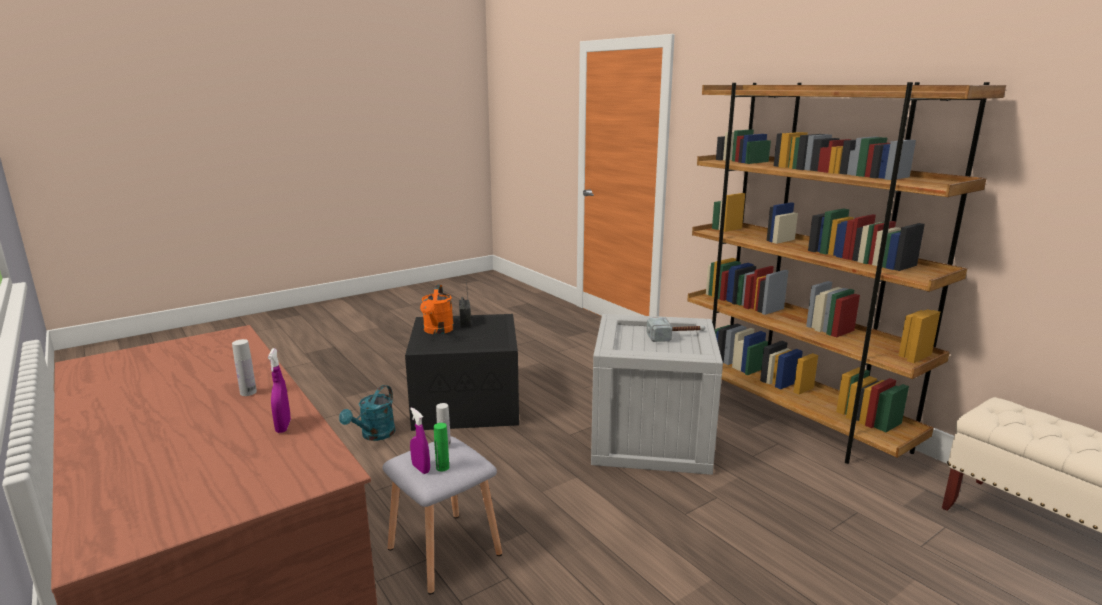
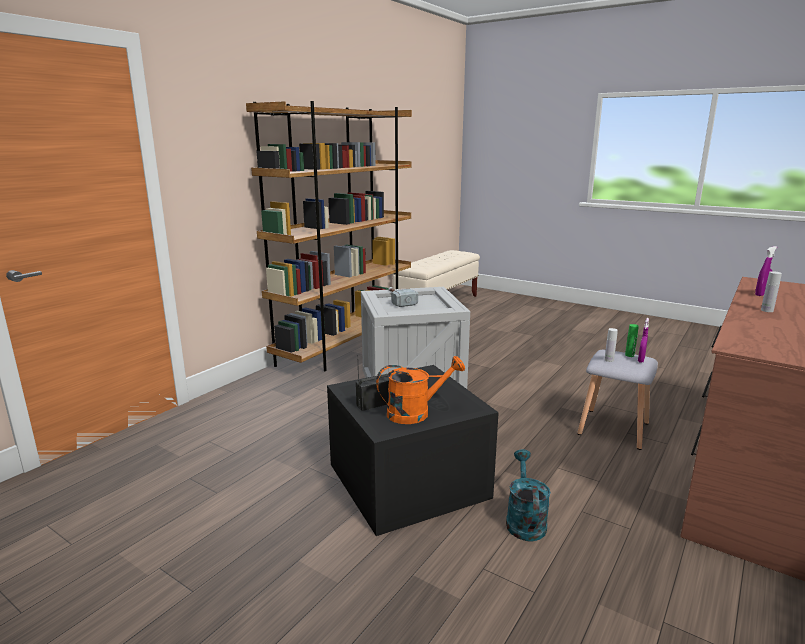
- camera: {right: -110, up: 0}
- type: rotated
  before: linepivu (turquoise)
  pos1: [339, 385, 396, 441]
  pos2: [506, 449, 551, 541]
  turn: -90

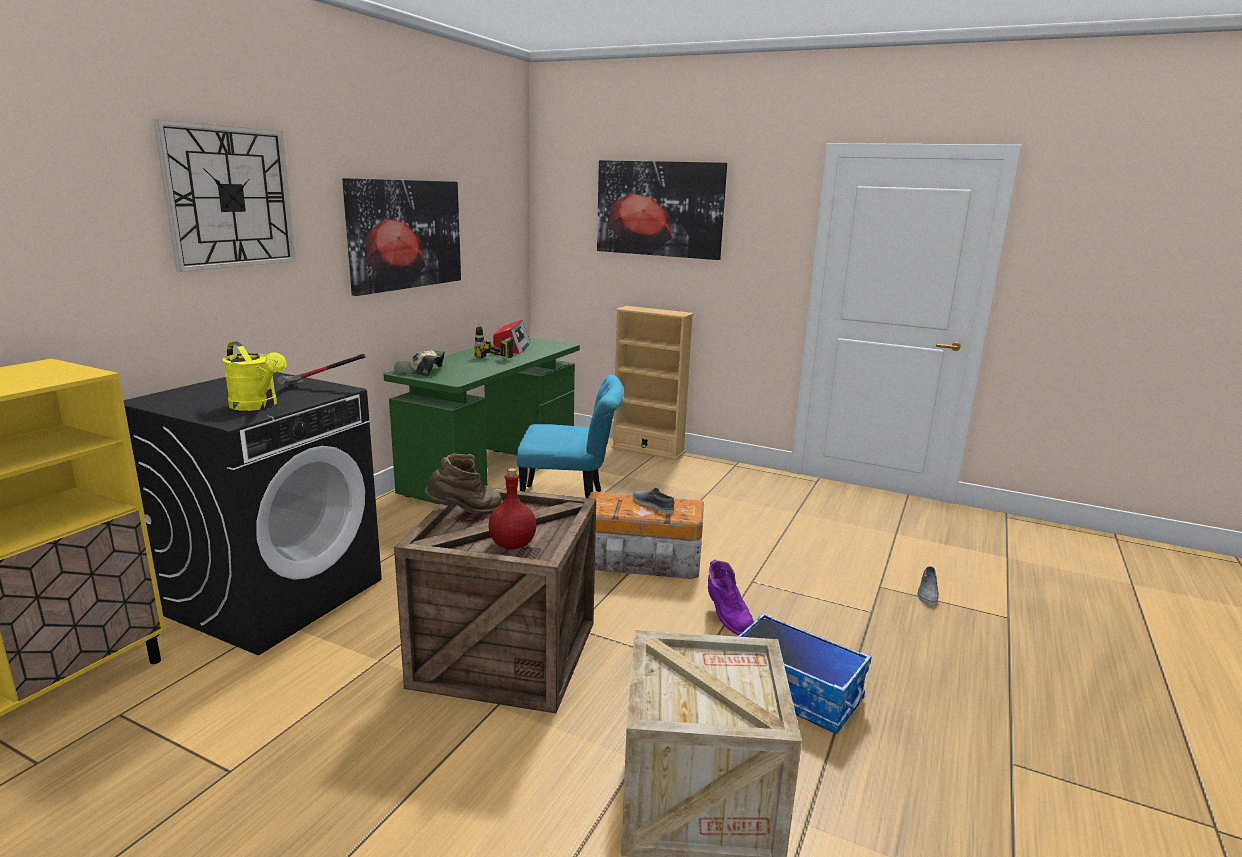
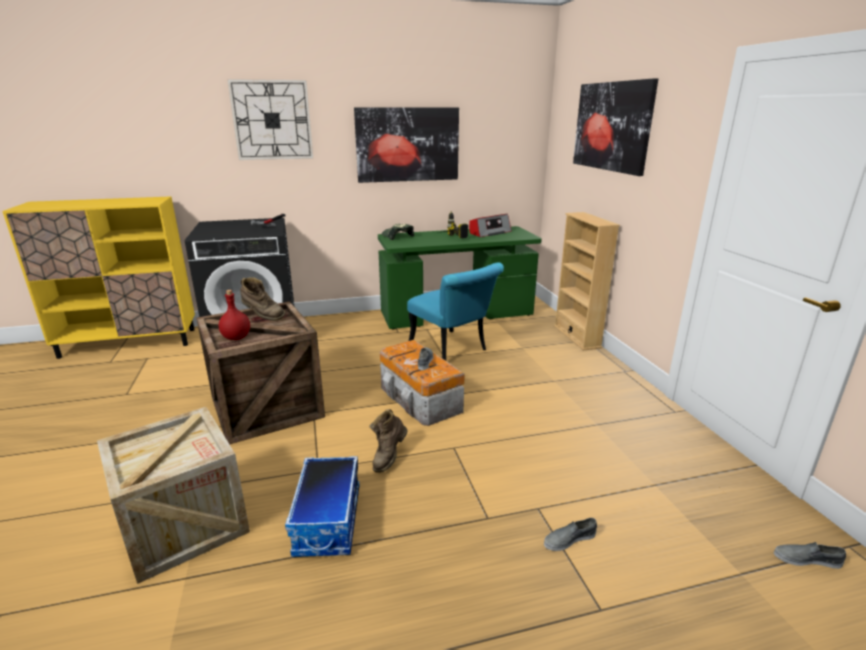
- camera: {right: 50, up: 5}
- type: gone
  before: linepivu (yellow)
  pos1: [223, 341, 287, 411]
- type: repainted
  before: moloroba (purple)
  after: moloroba (brown)
  pos1: [708, 559, 754, 635]
  pos2: [369, 409, 408, 473]
- type: new
  after: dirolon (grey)
  pos2: [774, 542, 846, 569]

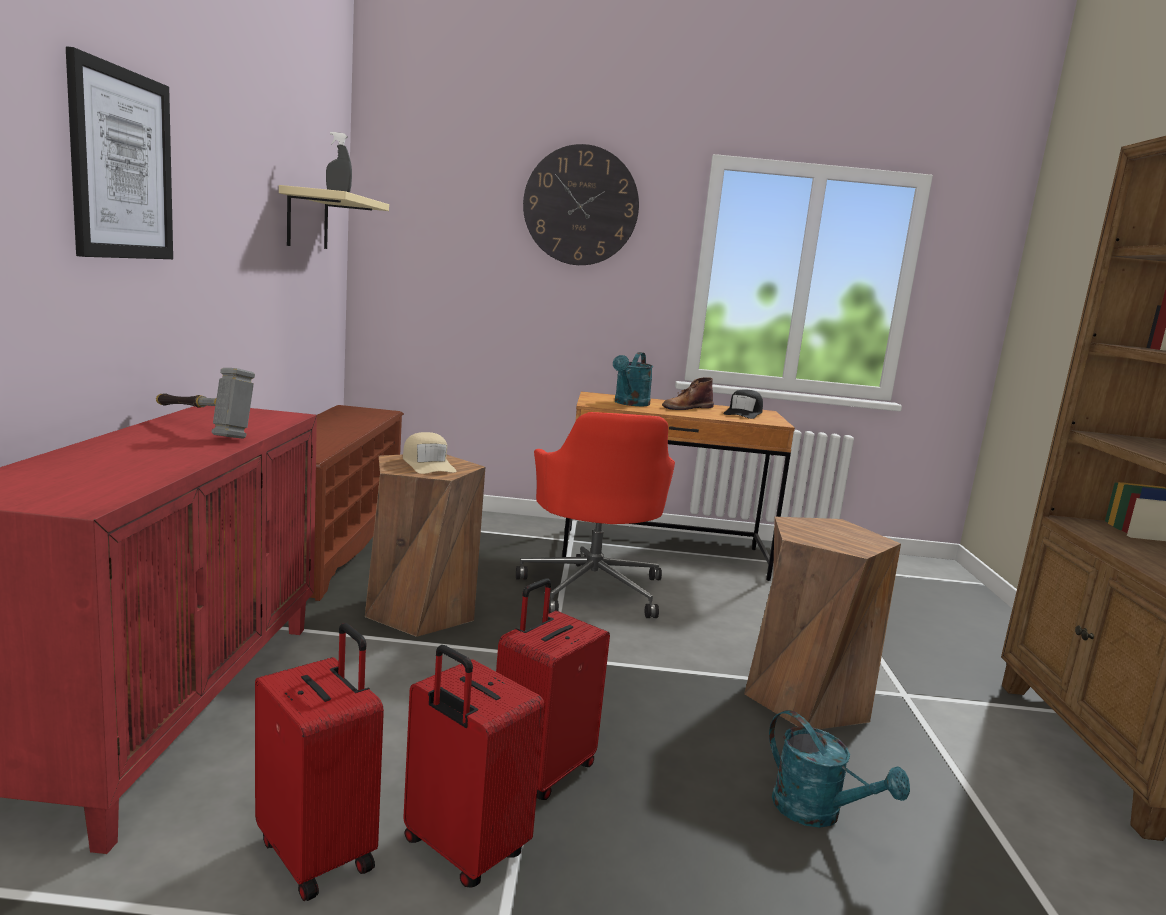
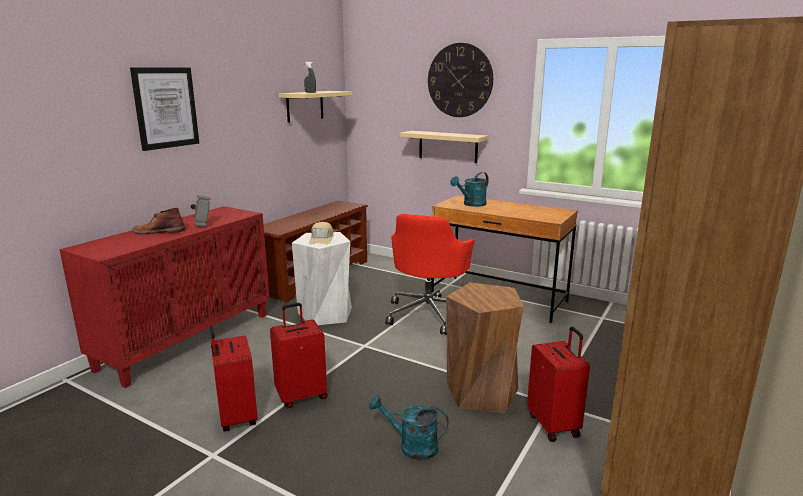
- camera: {right: 30, up: 5}
- type: shifted
  before: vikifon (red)
  pos1: [255, 623, 384, 901]
  pos2: [527, 326, 590, 442]
- type: repainted
  before: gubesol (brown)
  after: gubesol (white)
  pos1: [365, 454, 485, 637]
  pos2: [292, 232, 352, 325]
- type: shifted
  before: moloroba (brown)
  pos1: [662, 377, 714, 410]
  pos2: [132, 208, 185, 234]
- type: gone
  before: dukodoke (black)
  pos1: [724, 390, 763, 419]
- type: rotated
  before: linepivu (turquoise)
  pos1: [769, 710, 910, 828]
  pos2: [369, 395, 449, 460]
  turn: 120
- type: new
  after: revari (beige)
  pos2: [400, 131, 488, 163]

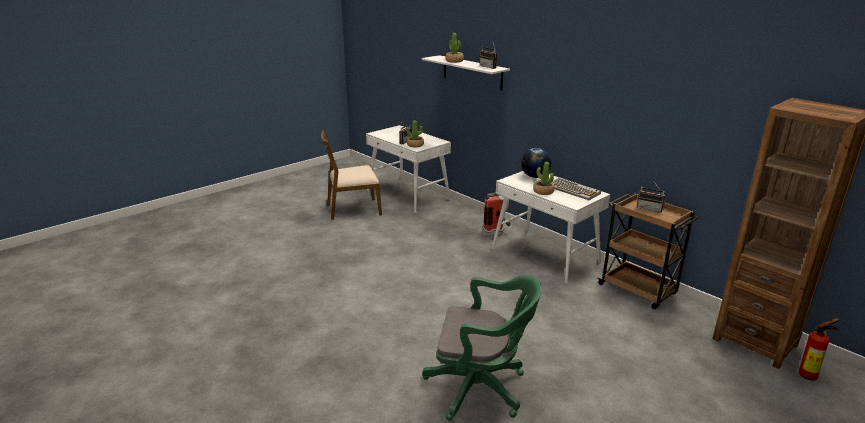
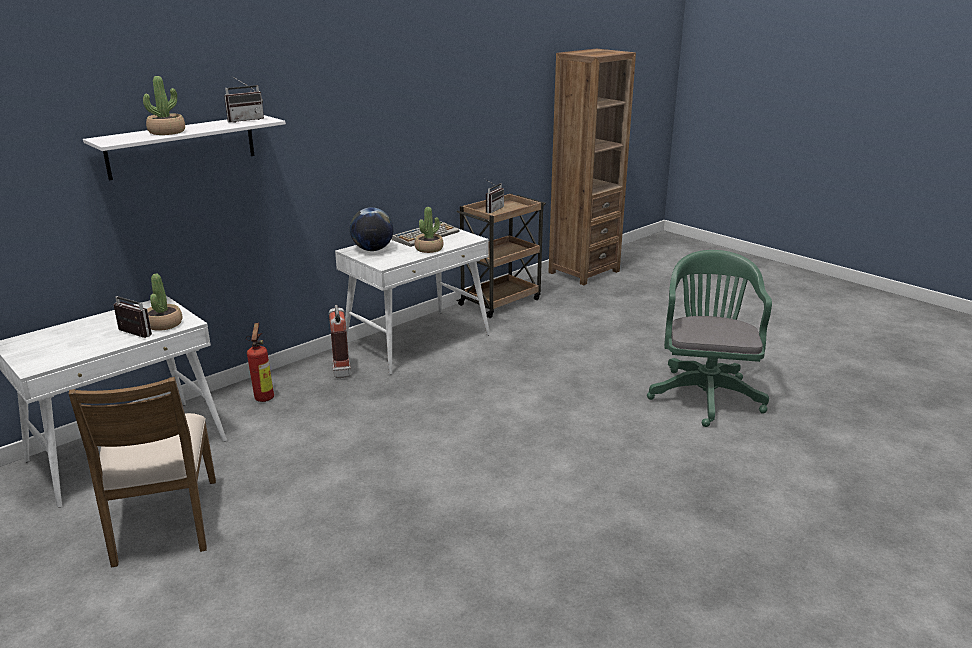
- camera: {right: -90, up: 0}
- type: shifted
  before: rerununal
  pos1: [799, 318, 840, 380]
  pos2: [247, 323, 274, 402]

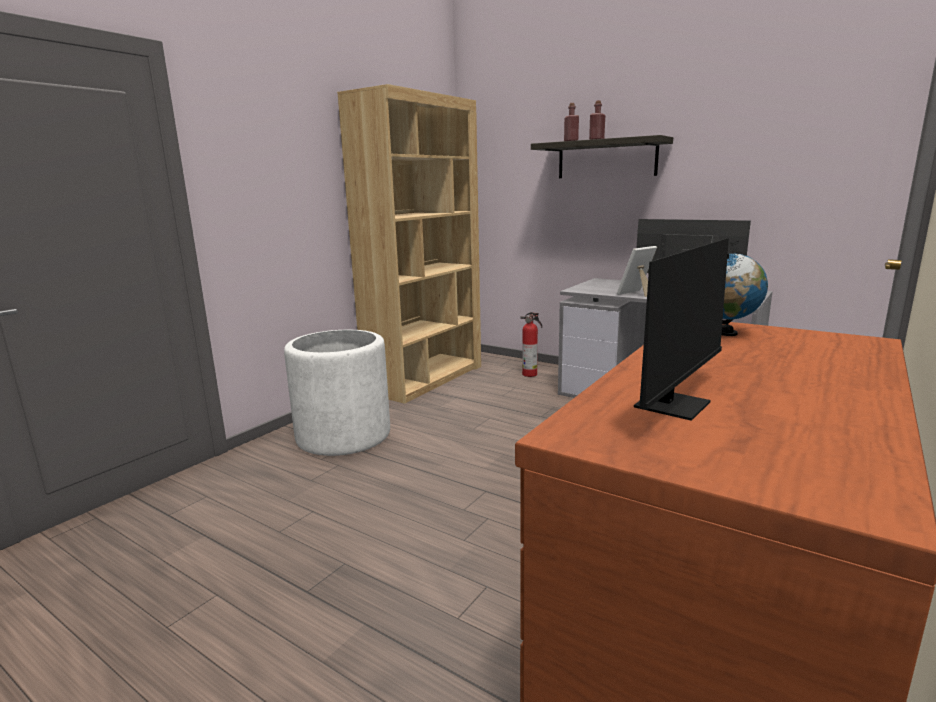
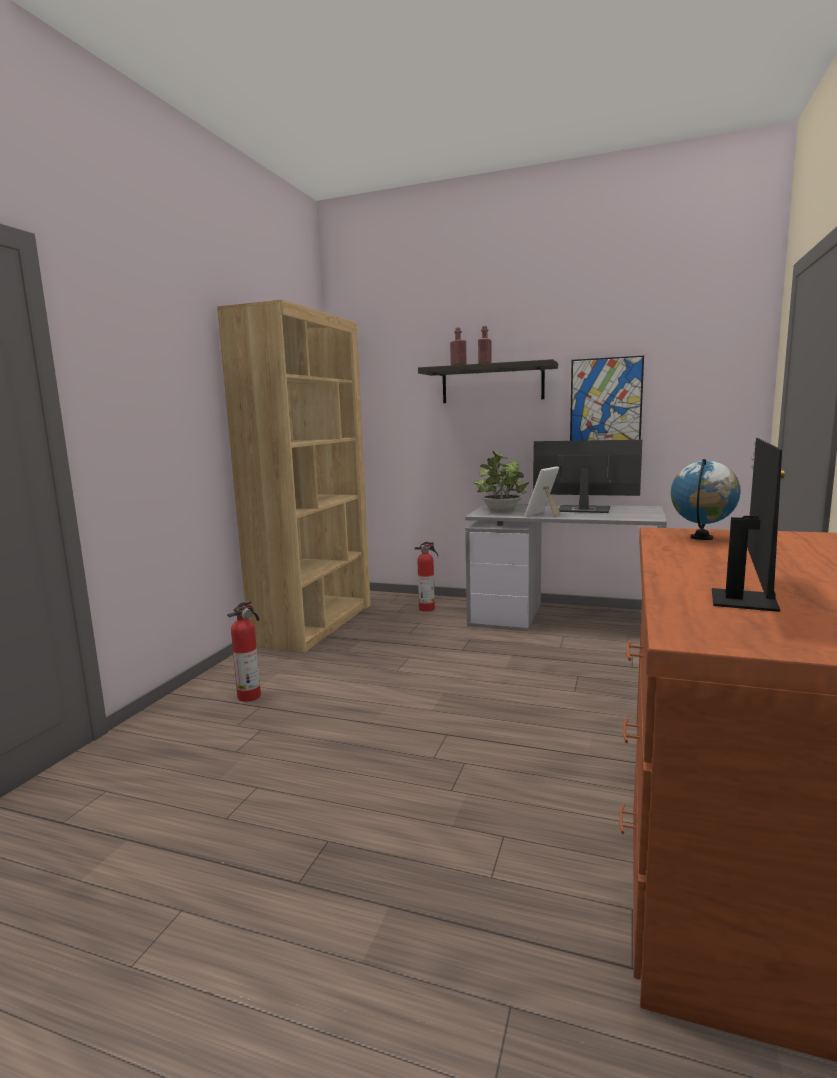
- camera: {right: -15, up: -5}
- type: swapped
  before: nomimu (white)
  after: rerununal
  pos1: [284, 330, 390, 456]
  pos2: [227, 600, 261, 702]
- type: new
  after: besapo
  pos2: [474, 450, 529, 513]
- type: new
  after: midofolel
  pos2: [570, 356, 644, 441]

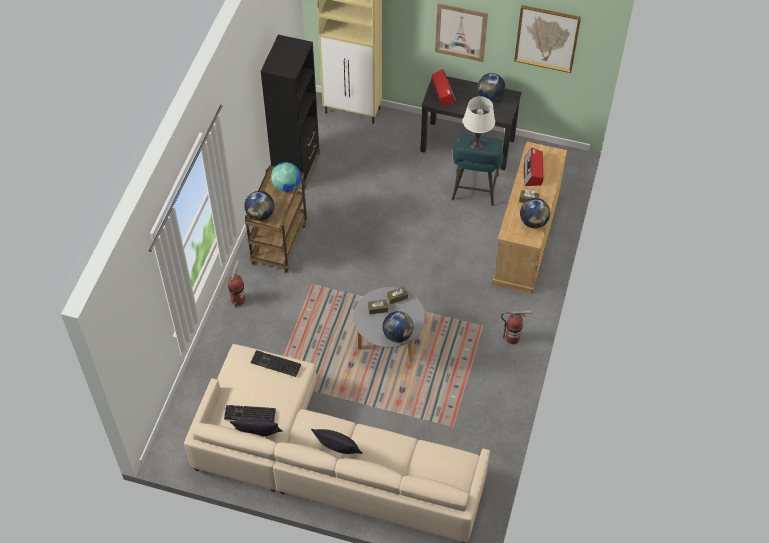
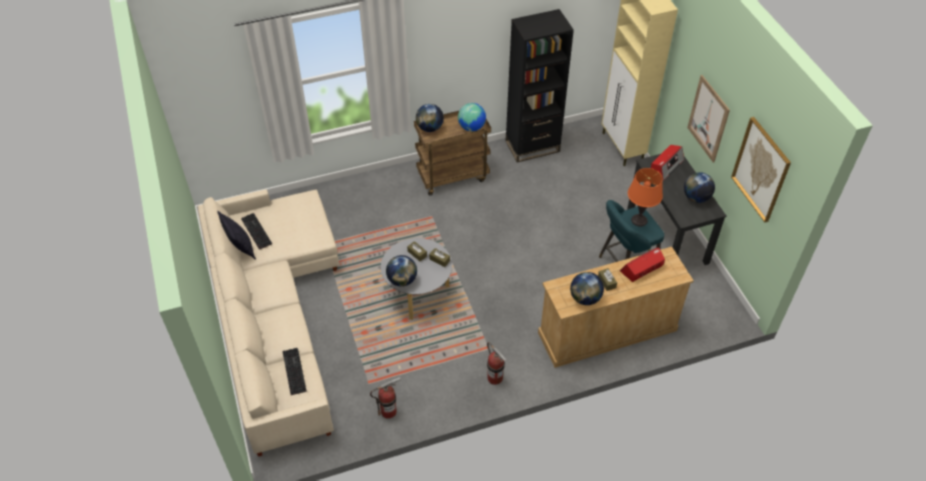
- camera: {right: 55, up: -5}
- type: shifted
  before: rerununal
  pos1: [228, 260, 245, 307]
  pos2: [370, 377, 401, 419]
- type: shifted
  before: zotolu
  pos1: [251, 350, 301, 377]
  pos2: [283, 348, 307, 395]
- type: gone
  before: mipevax
  pos1: [311, 429, 362, 454]
- type: repainted
  before: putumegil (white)
  after: putumegil (orange)
  pos1: [463, 96, 495, 150]
  pos2: [628, 168, 663, 227]

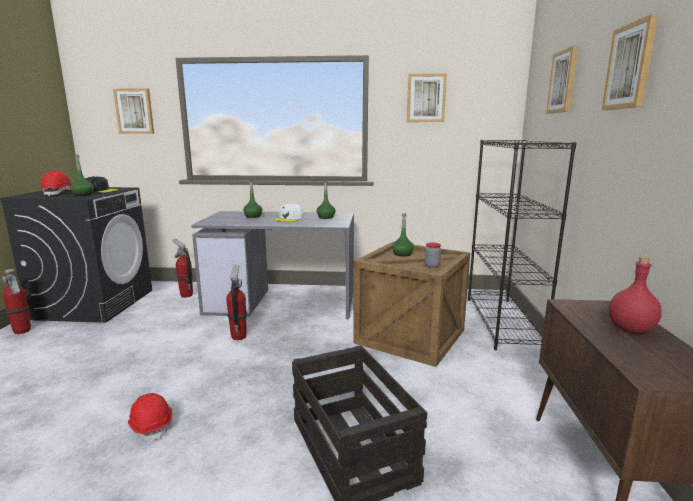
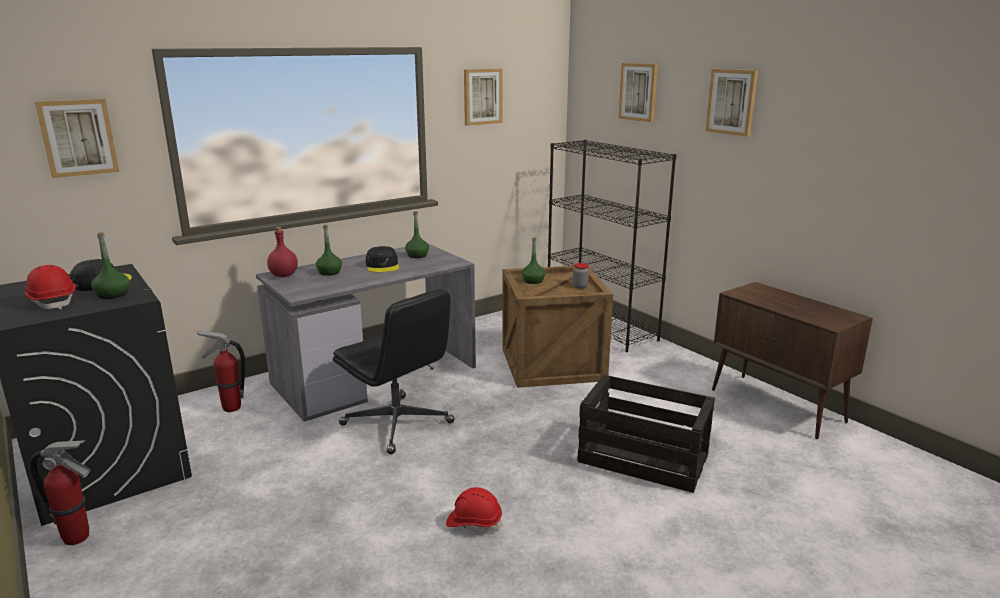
- camera: {right: -40, up: 5}
- type: swapped
  before: rerununal
  after: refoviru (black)
  pos1: [226, 265, 247, 340]
  pos2: [333, 289, 455, 454]
- type: repainted
  before: dukodoke (white)
  after: dukodoke (black)
  pos1: [275, 204, 304, 222]
  pos2: [366, 246, 399, 273]
- type: shifted
  before: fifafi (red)
  pos1: [609, 256, 662, 333]
  pos2: [267, 227, 298, 277]

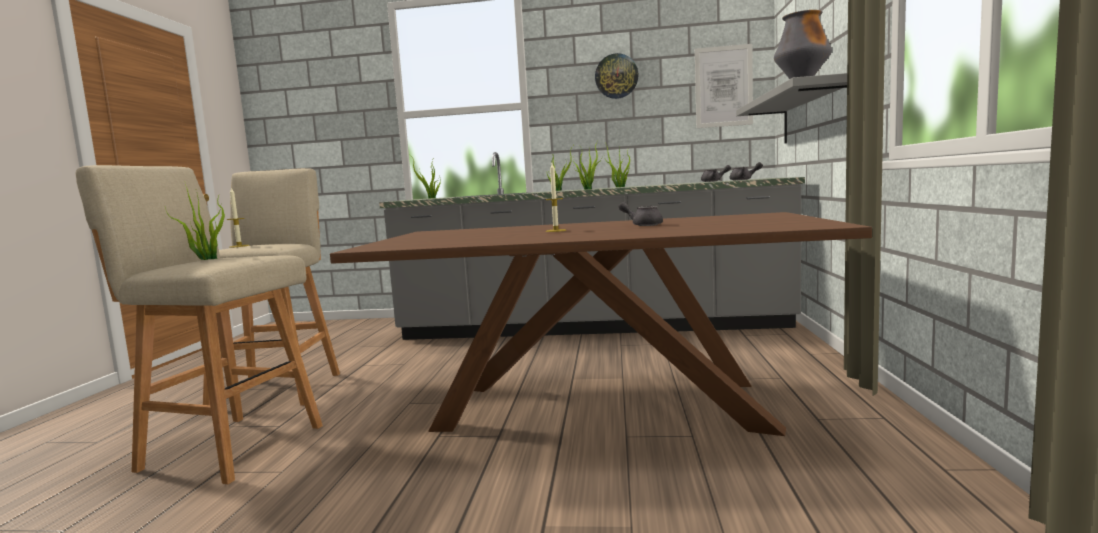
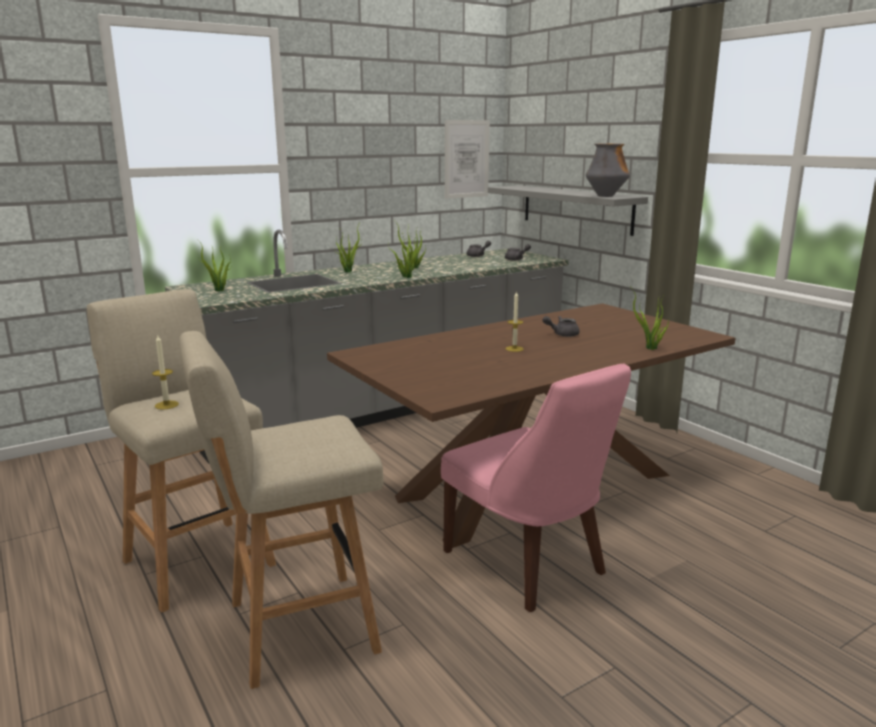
- camera: {right: -40, up: 10}
- type: shifted
  before: besapo
  pos1: [165, 184, 225, 260]
  pos2: [633, 292, 670, 350]
- type: gone
  before: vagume
  pos1: [595, 53, 639, 99]
- type: new
  after: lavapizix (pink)
  pos2: [441, 363, 631, 612]

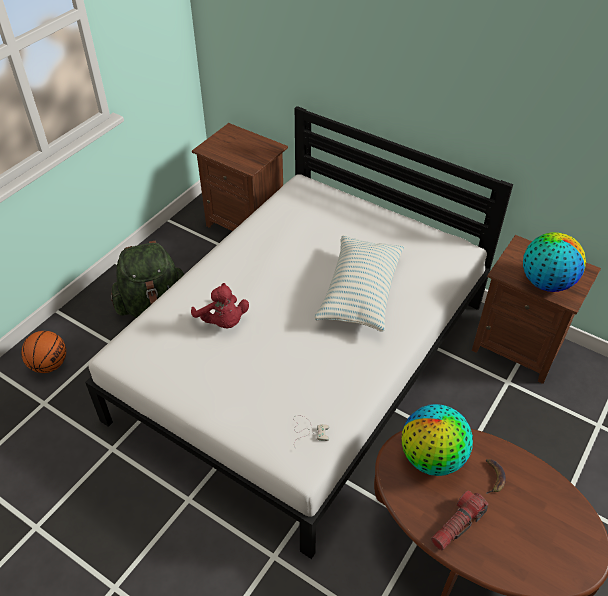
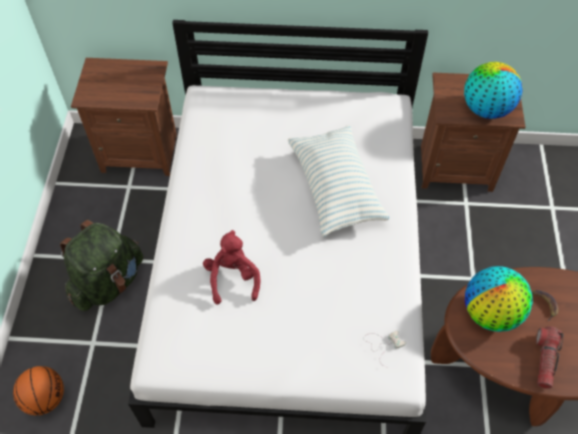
- camera: {right: -30, up: 10}
- type: rotated
  before: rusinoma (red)
  pos1: [191, 283, 249, 328]
  pos2: [203, 230, 261, 305]
  turn: -120

